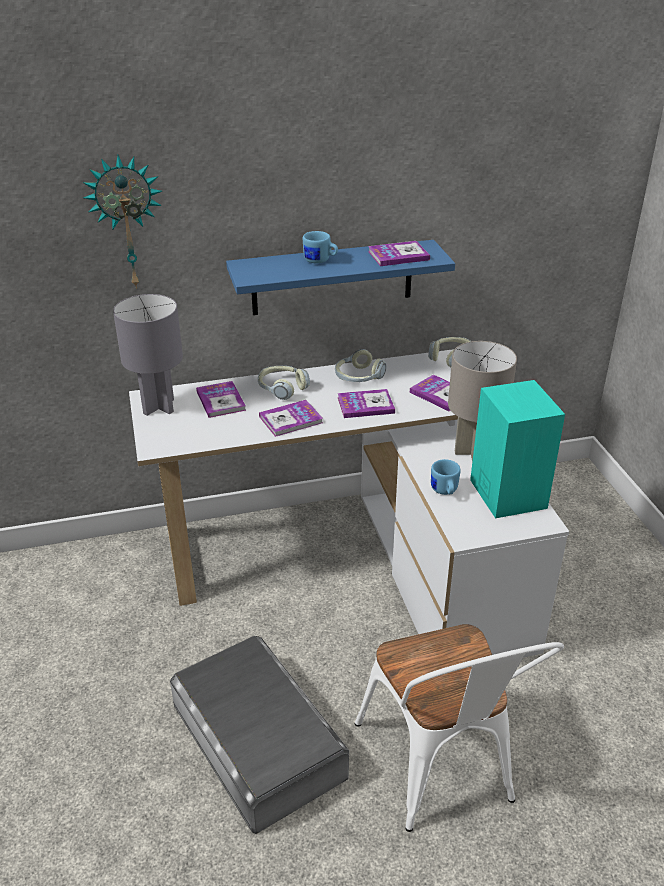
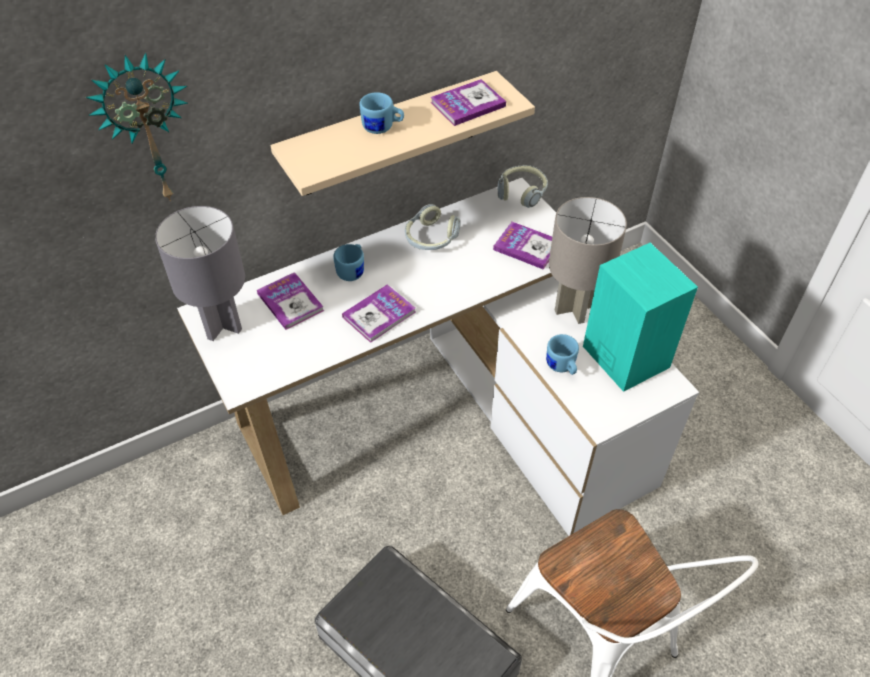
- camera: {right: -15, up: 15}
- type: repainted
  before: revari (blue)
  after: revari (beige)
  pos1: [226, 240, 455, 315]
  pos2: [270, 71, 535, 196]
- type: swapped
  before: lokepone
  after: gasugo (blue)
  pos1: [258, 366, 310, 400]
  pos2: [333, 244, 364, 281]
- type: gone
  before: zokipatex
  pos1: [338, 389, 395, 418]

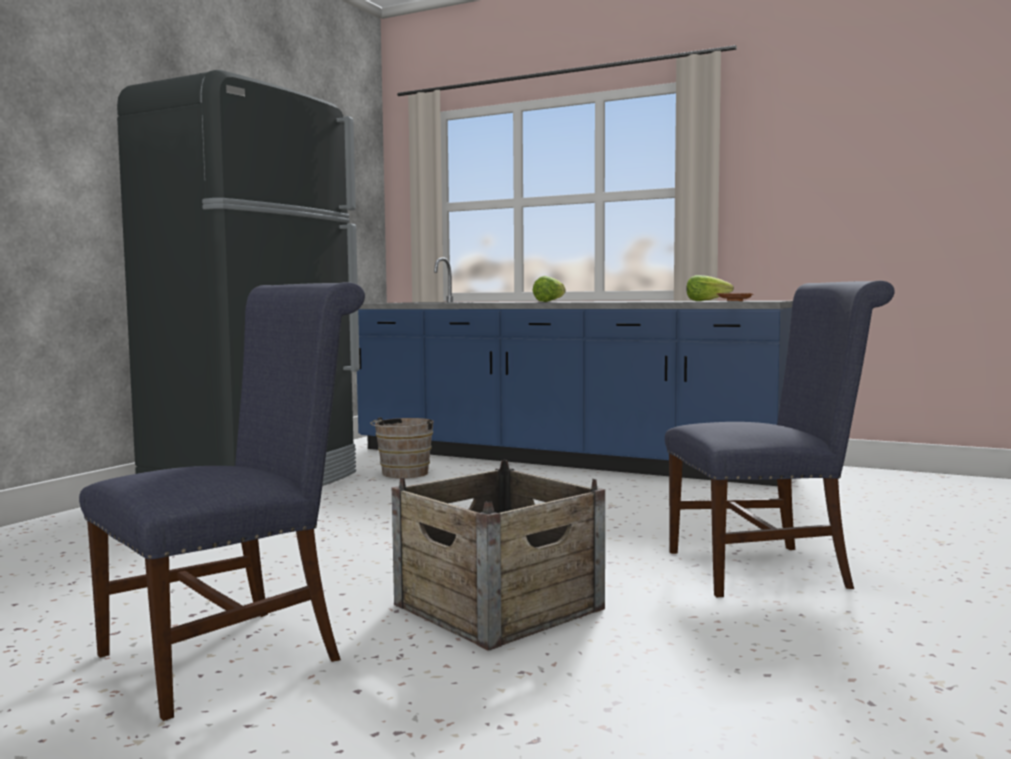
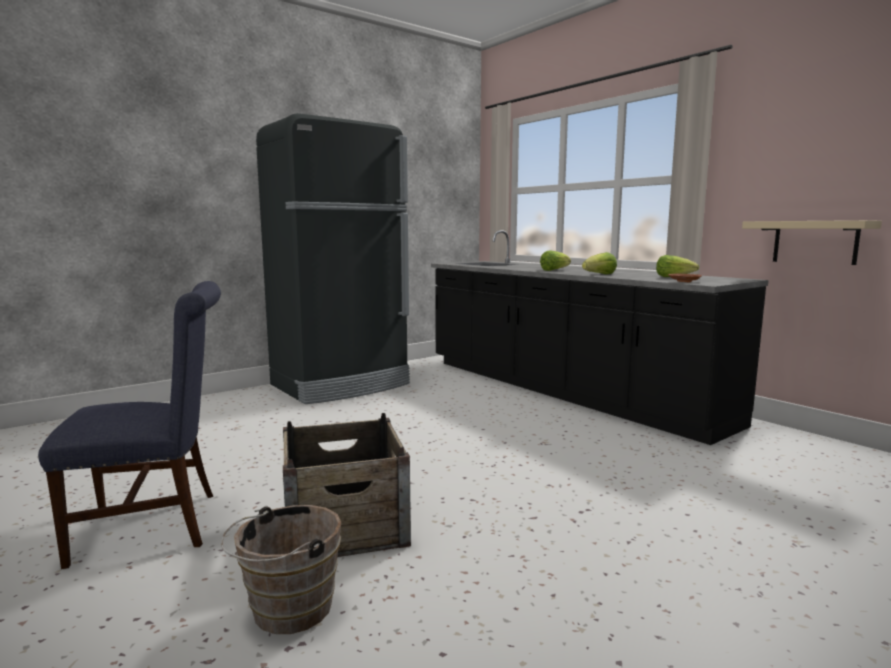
- camera: {right: 25, up: 5}
- type: repainted
  before: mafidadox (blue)
  after: mafidadox (black)
  pos1: [357, 257, 793, 486]
  pos2: [431, 230, 769, 445]
- type: shifted
  before: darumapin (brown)
  pos1: [370, 418, 434, 478]
  pos2: [221, 505, 341, 634]
- type: gone
  before: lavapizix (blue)
  pos1: [665, 281, 895, 597]
- type: new
  after: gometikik
  pos2: [582, 252, 617, 274]
- type: new
  after: revari (beige)
  pos2: [742, 220, 882, 265]

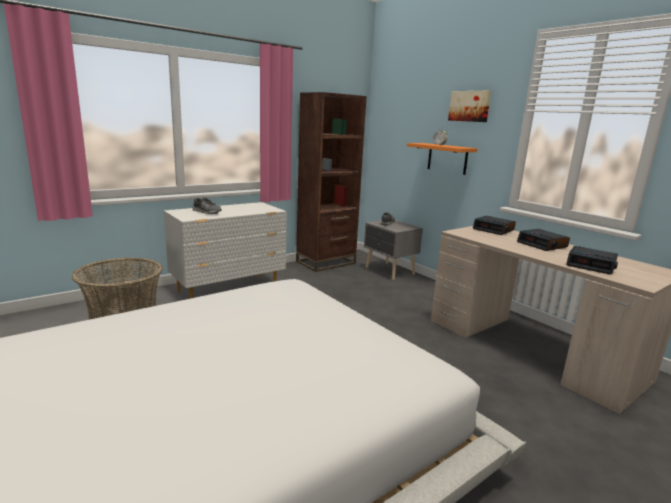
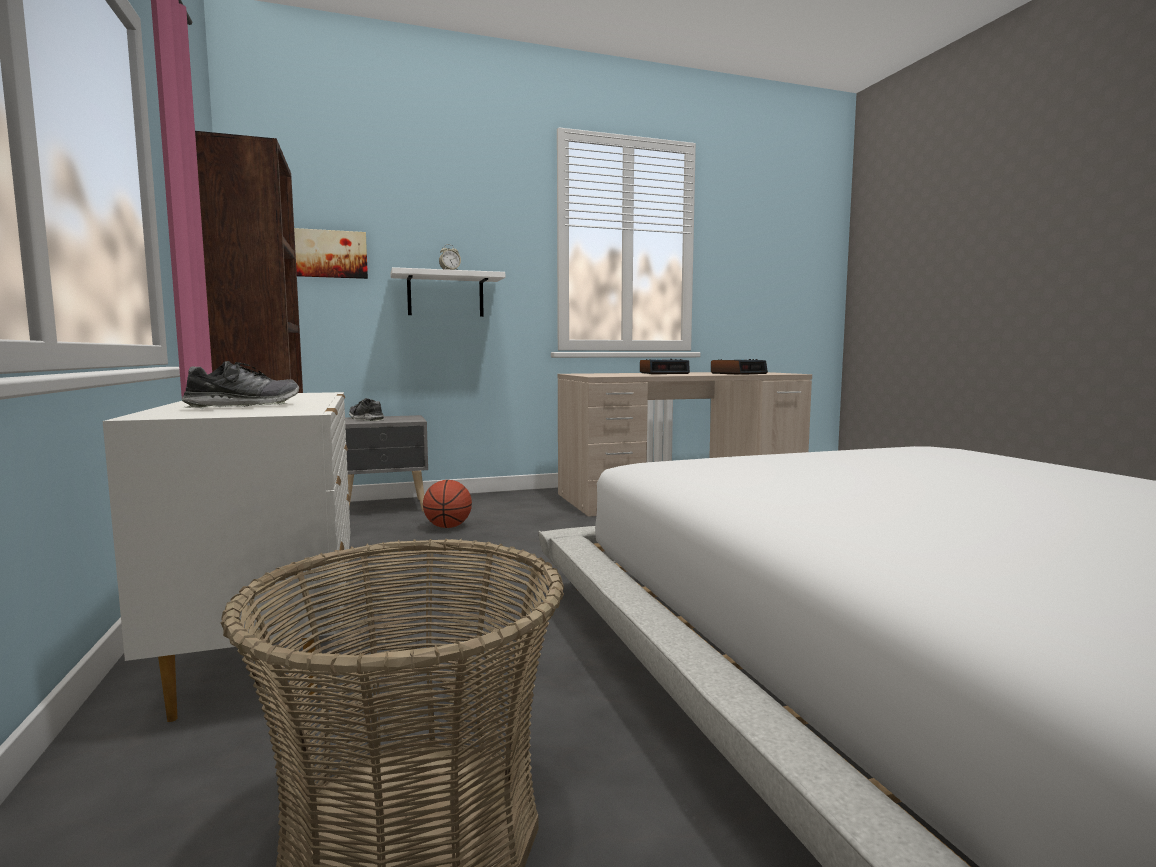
- camera: {right: -70, up: -10}
- type: repainted
  before: revari (orange)
  after: revari (white)
  pos1: [407, 143, 477, 175]
  pos2: [390, 267, 505, 317]
- type: shifted
  before: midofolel
  pos1: [448, 91, 491, 122]
  pos2: [294, 228, 368, 279]
- type: gone
  before: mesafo
  pos1: [473, 216, 516, 235]
- type: new
  after: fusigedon
  pos2: [423, 480, 472, 528]

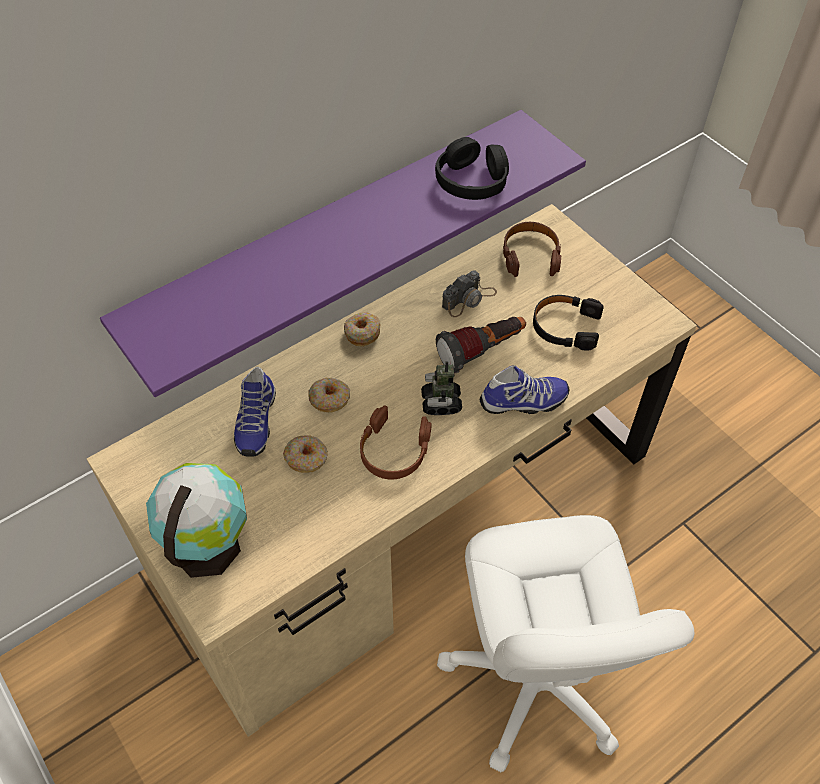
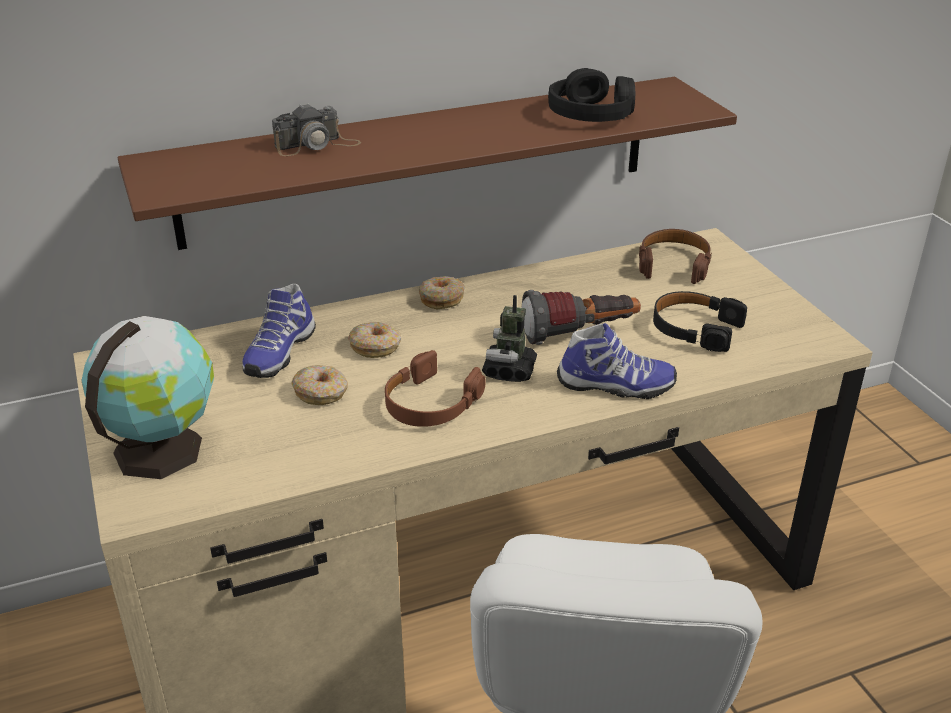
- camera: {right: 15, up: -20}
- type: repainted
  before: revari (purple)
  after: revari (brown)
  pos1: [100, 110, 586, 397]
  pos2: [118, 77, 737, 250]
- type: shifted
  before: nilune
  pos1: [442, 271, 497, 317]
  pos2: [272, 103, 361, 156]

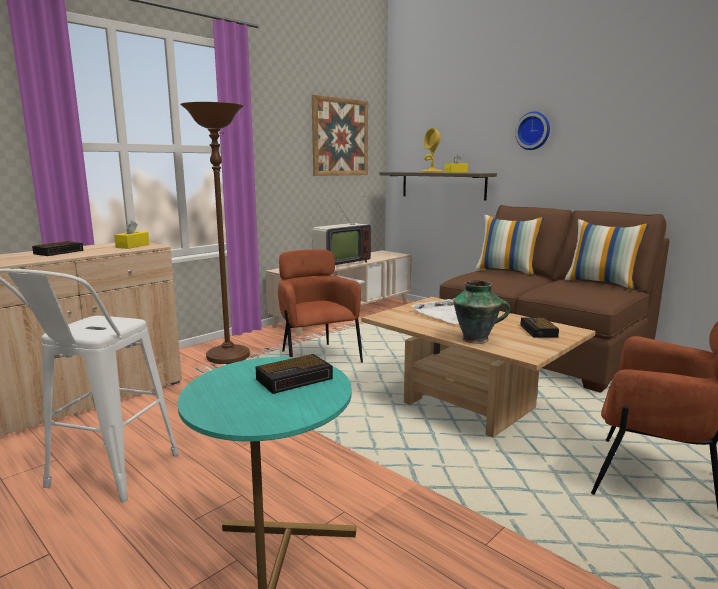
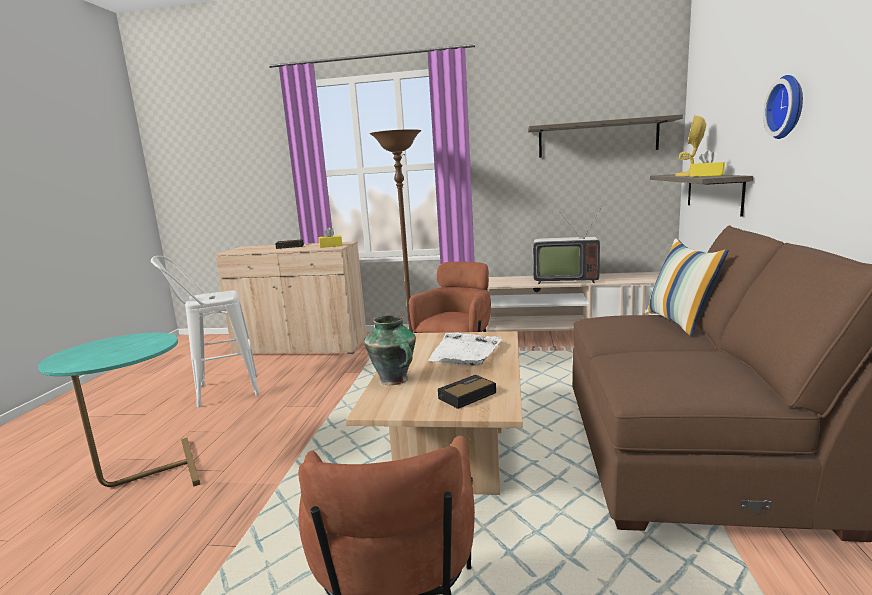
- camera: {right: 55, up: 0}
- type: gone
  before: mesafo
  pos1: [256, 354, 333, 394]
- type: swapped
  before: midofolel
  after: revari
  pos1: [312, 95, 368, 176]
  pos2: [528, 114, 683, 158]
- type: gone
  before: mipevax
  pos1: [565, 219, 649, 290]

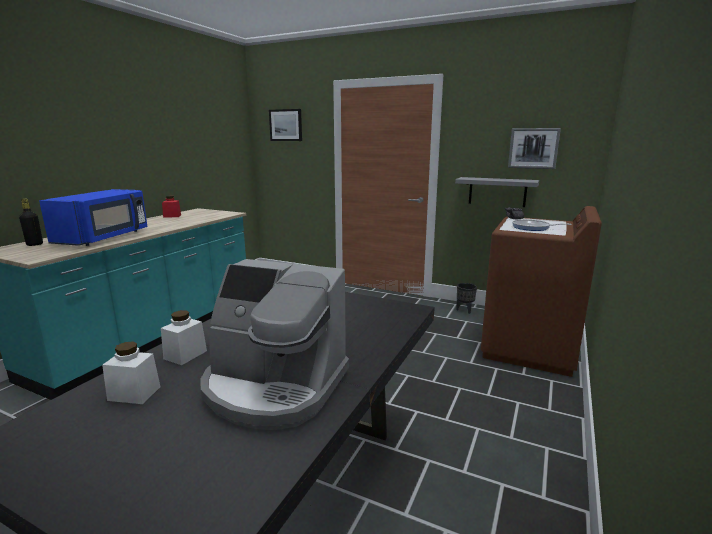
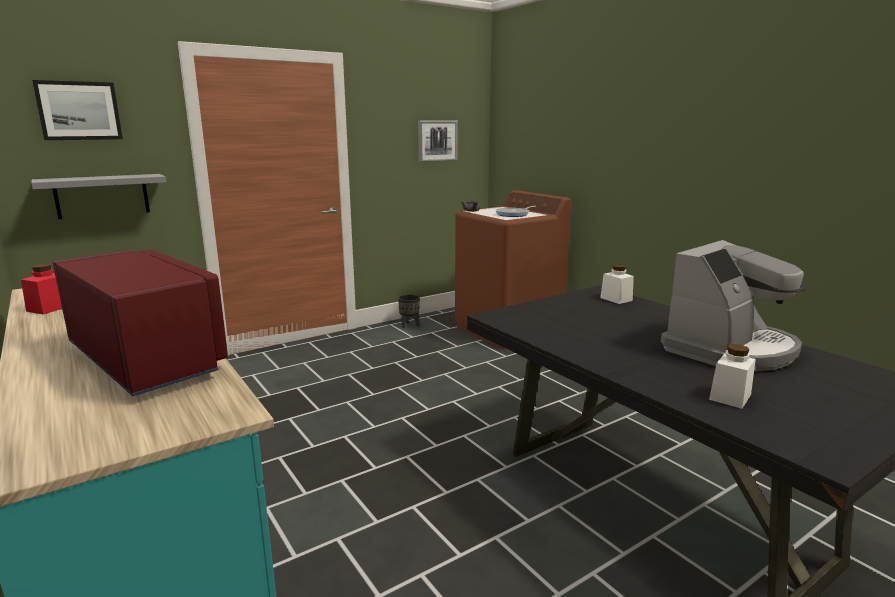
- camera: {right: -60, up: 0}
- type: gone
  before: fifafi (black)
  pos1: [19, 199, 43, 246]
- type: repainted
  before: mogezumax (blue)
  after: mogezumax (red)
  pos1: [39, 189, 148, 246]
  pos2: [53, 249, 228, 396]
- type: shifted
  before: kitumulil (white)
  pos1: [161, 310, 207, 365]
  pos2: [600, 264, 634, 304]
- type: shifted
  before: revari (grey)
  pos1: [455, 177, 539, 207]
  pos2: [31, 174, 166, 219]

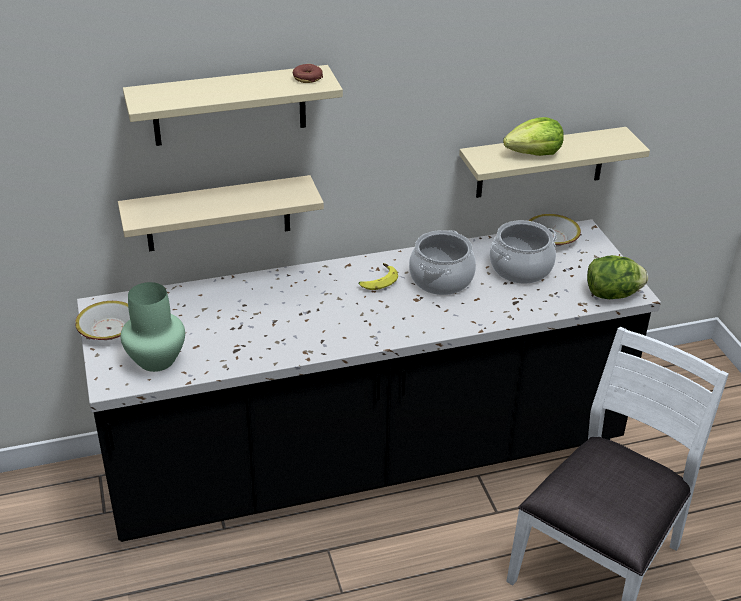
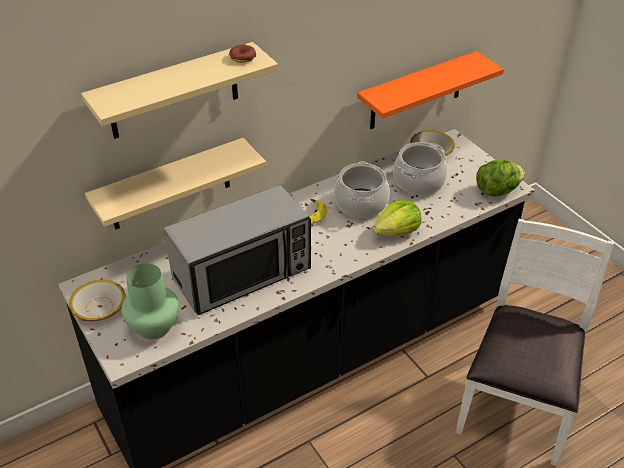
- camera: {right: -15, up: 5}
- type: repainted
  before: revari (beige)
  after: revari (orange)
  pos1: [459, 127, 650, 198]
  pos2: [357, 51, 504, 129]
- type: shifted
  before: gometikik
  pos1: [503, 117, 564, 156]
  pos2: [373, 200, 422, 236]
- type: new
  after: mogezumax
  pos2: [164, 185, 311, 315]

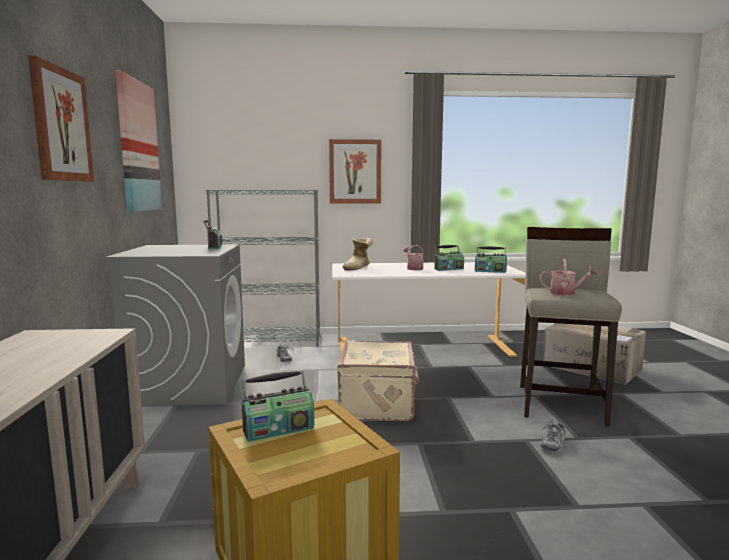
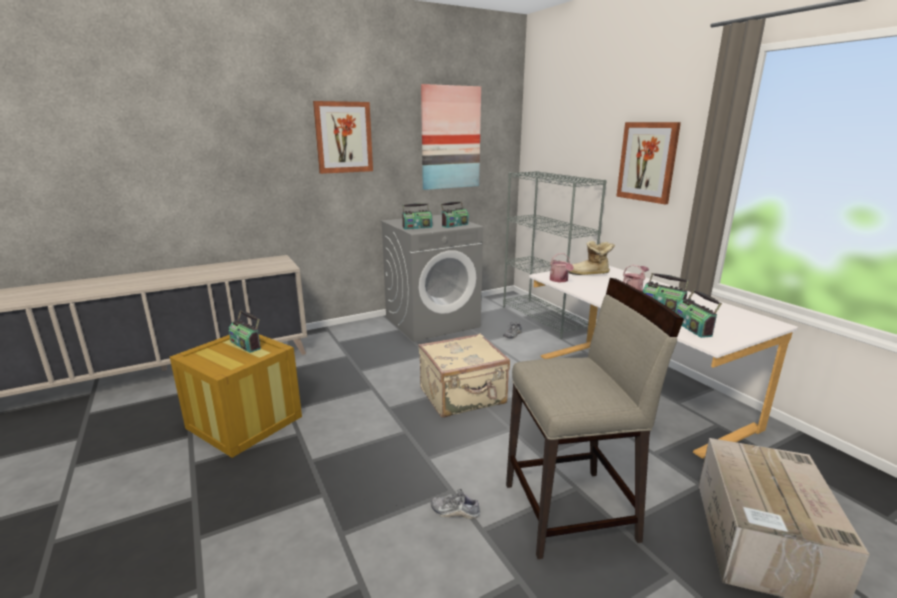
- camera: {right: 65, up: 10}
- type: shifted
  before: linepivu
  pos1: [540, 259, 598, 295]
  pos2: [550, 253, 574, 282]
- type: new
  after: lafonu
  pos2: [402, 203, 432, 229]

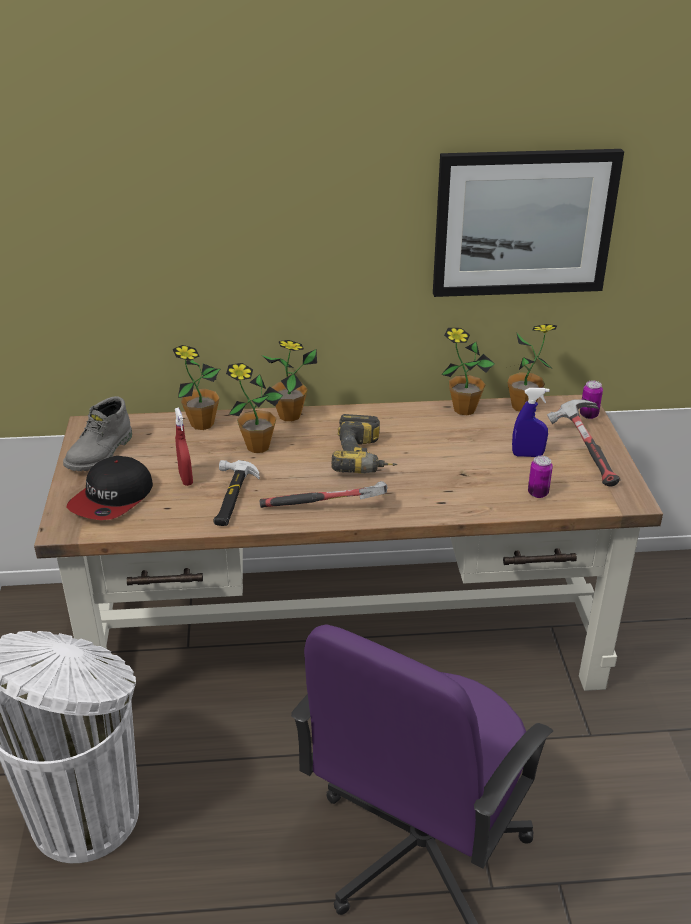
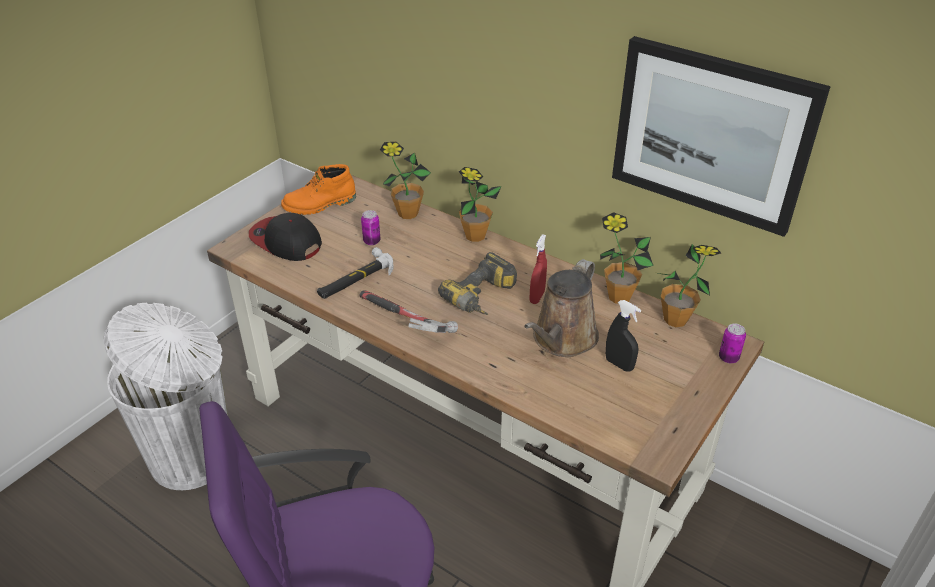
- camera: {right: 40, up: 5}
- type: repainted
  before: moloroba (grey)
  after: moloroba (orange)
  pos1: [63, 396, 132, 471]
  pos2: [281, 164, 356, 215]
- type: rotated
  before: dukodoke
  pos1: [66, 456, 153, 520]
  pos2: [249, 213, 322, 261]
  turn: 60
- type: shifted
  before: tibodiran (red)
  pos1: [175, 407, 193, 486]
  pos2: [530, 234, 547, 304]
- type: gone
  before: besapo
  pos1: [226, 363, 283, 453]
- type: repainted
  before: tibodiran (blue)
  after: tibodiran (black)
  pos1: [512, 388, 550, 457]
  pos2: [606, 300, 641, 372]
- type: shifted
  before: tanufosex
  pos1: [528, 456, 553, 498]
  pos2: [361, 210, 380, 245]
- type: gone
  before: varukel
  pos1: [547, 399, 619, 487]
- type: new
  after: linepivu (brown)
  pos2: [524, 259, 599, 357]

